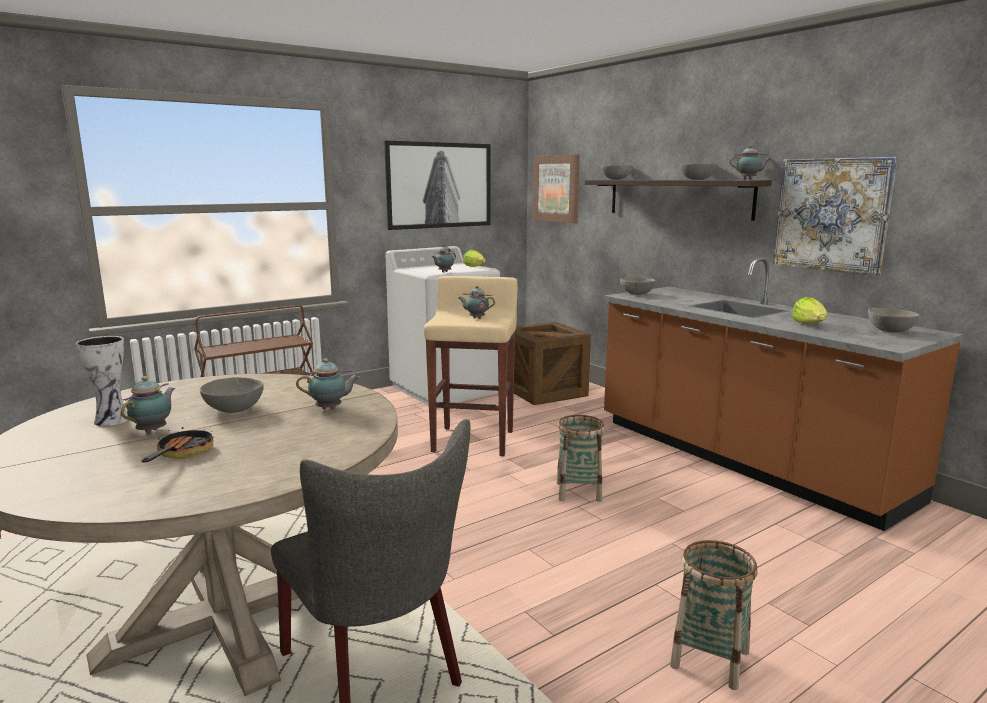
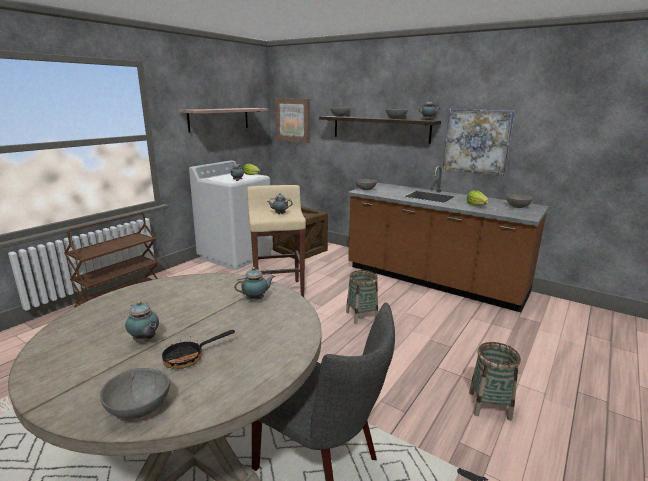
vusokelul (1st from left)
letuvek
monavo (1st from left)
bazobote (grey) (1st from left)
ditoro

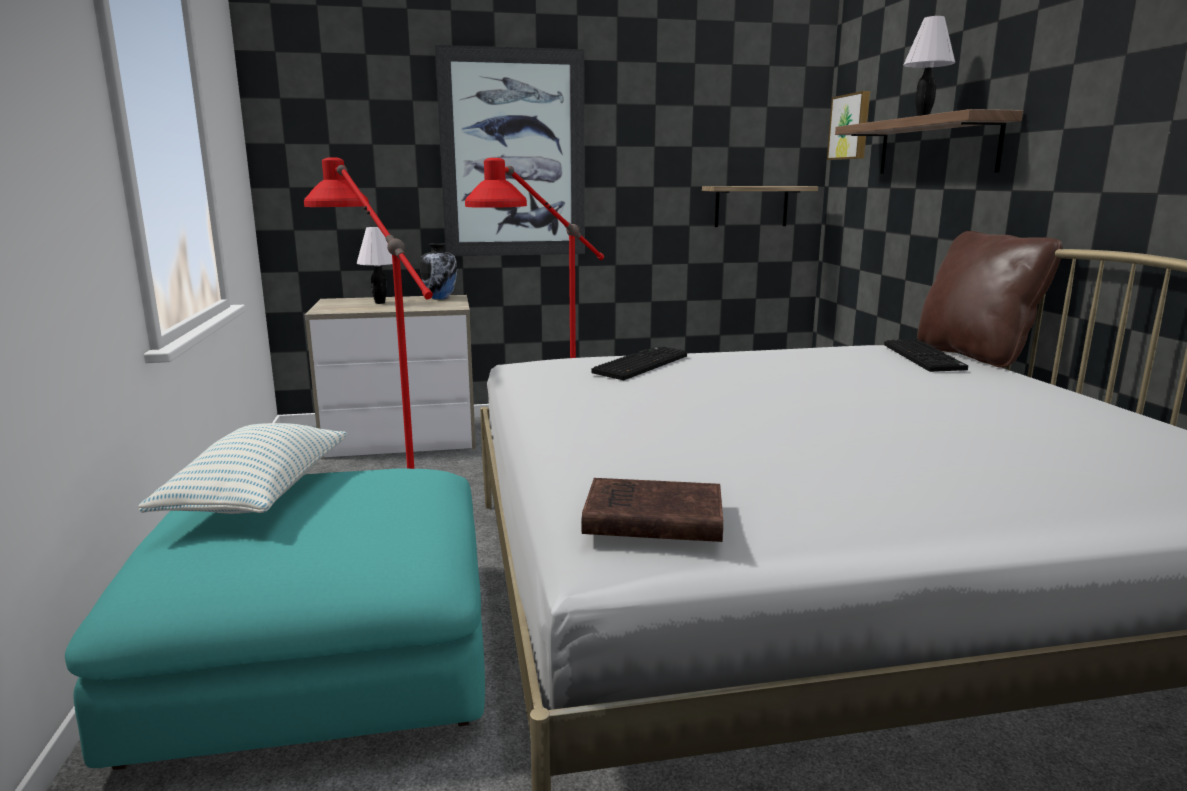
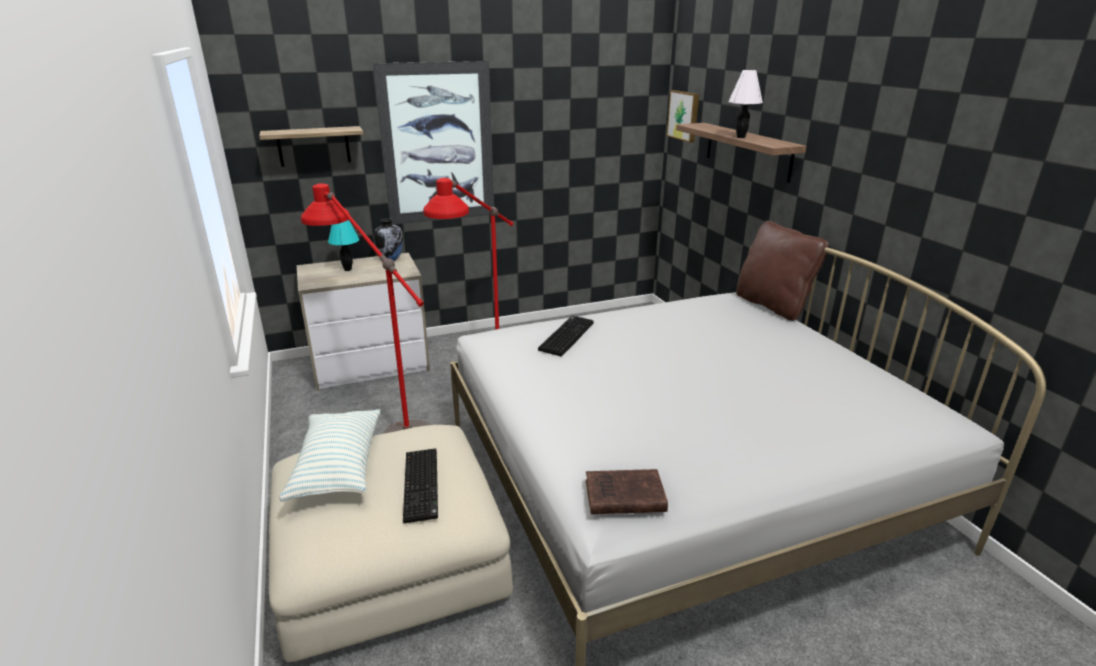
vusokelul (1st from left)
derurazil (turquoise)
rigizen (1st from left)
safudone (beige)

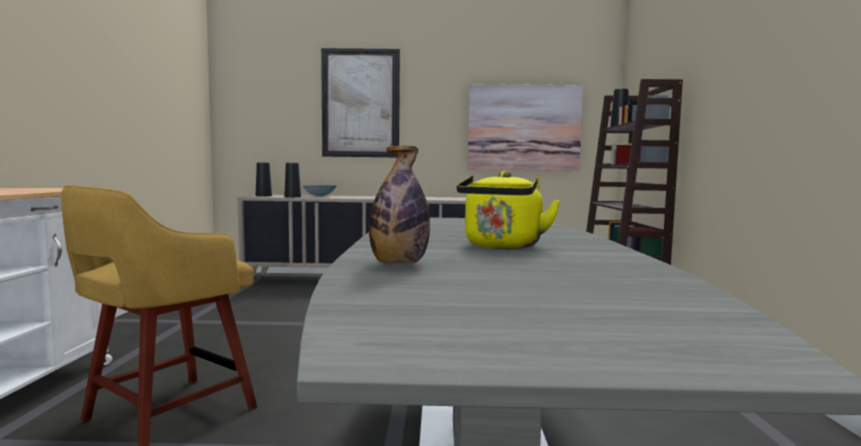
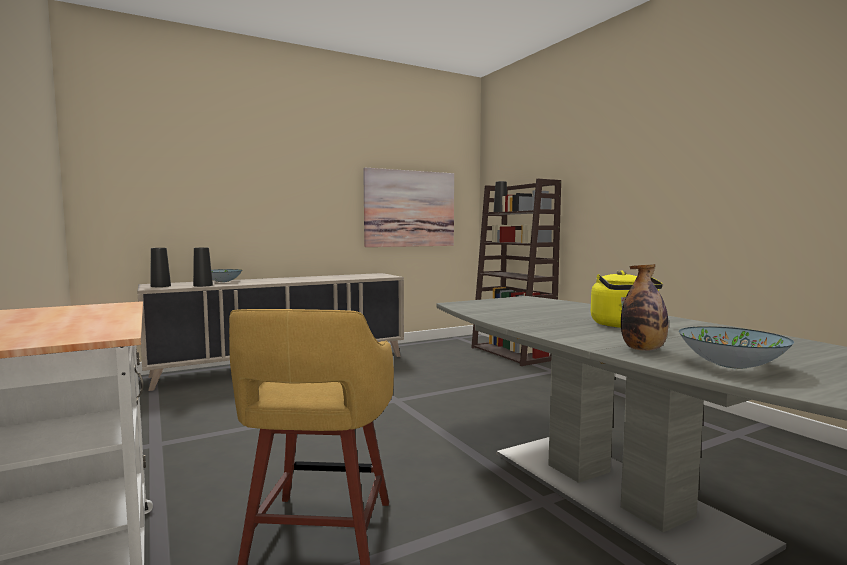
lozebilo (1st from left in the first image)
bazobote (2nd from left)

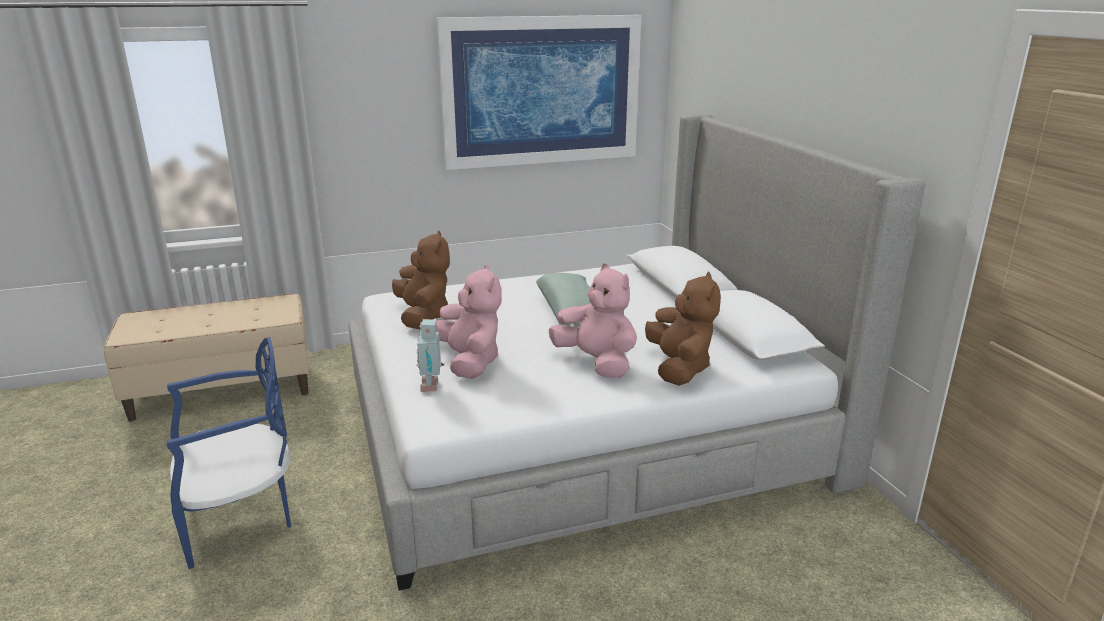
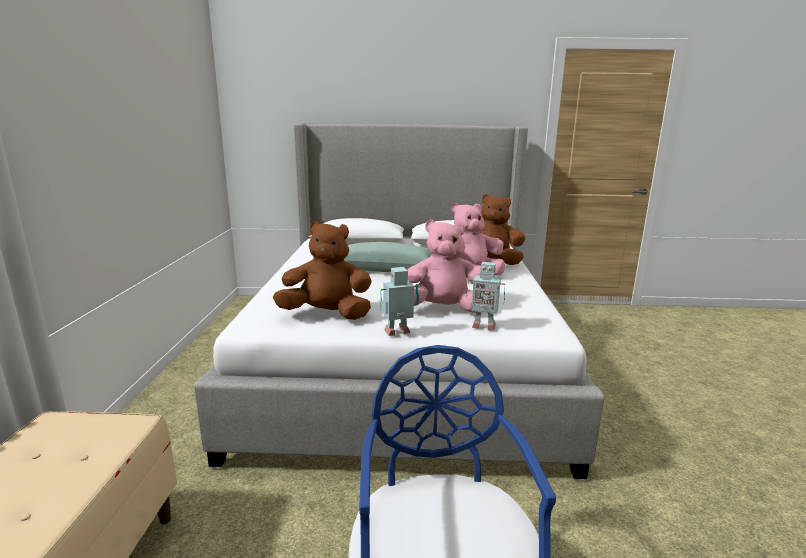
lozebilo
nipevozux (1st from left)

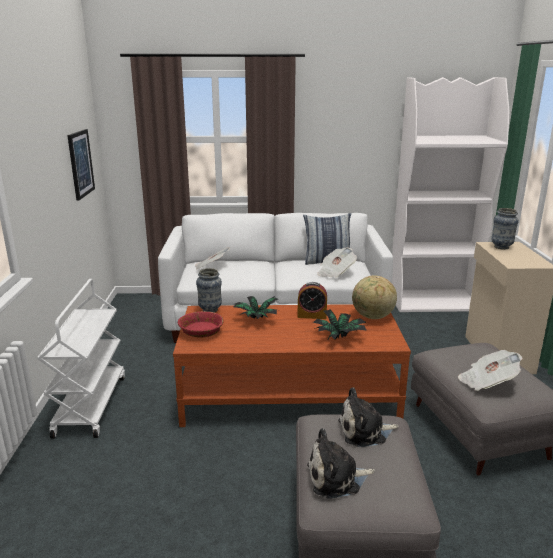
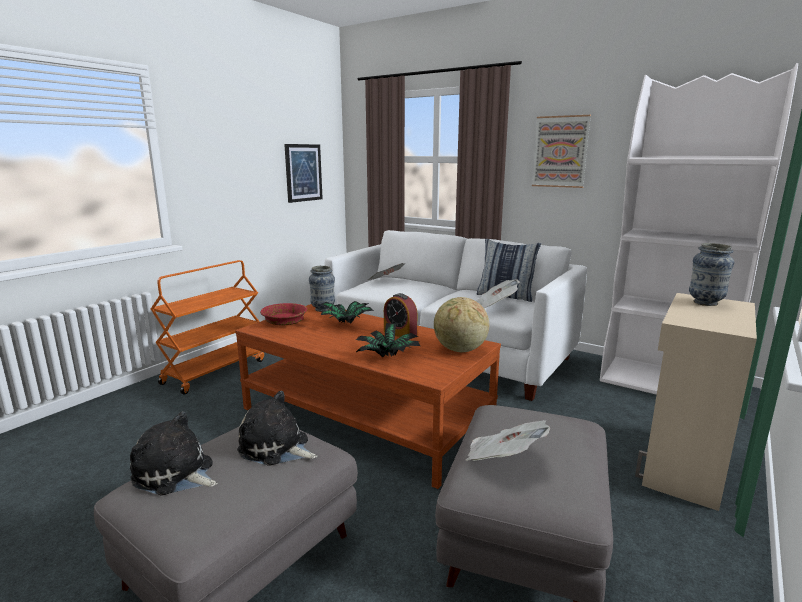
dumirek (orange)
lozebilo (2nd from left)

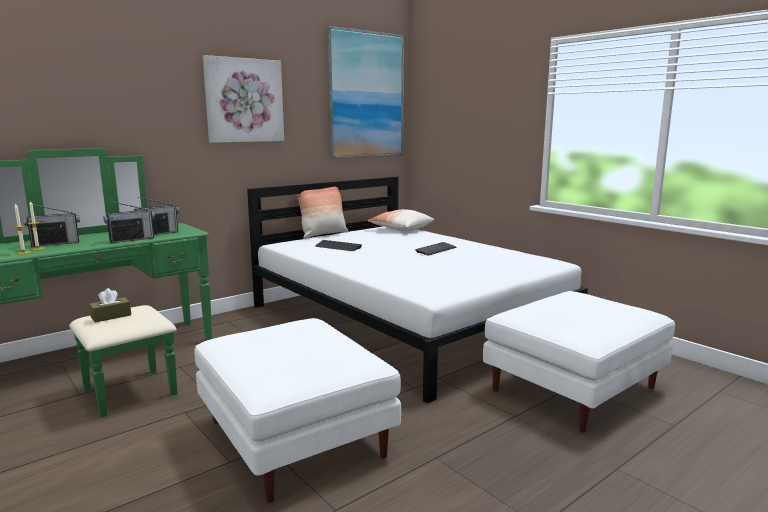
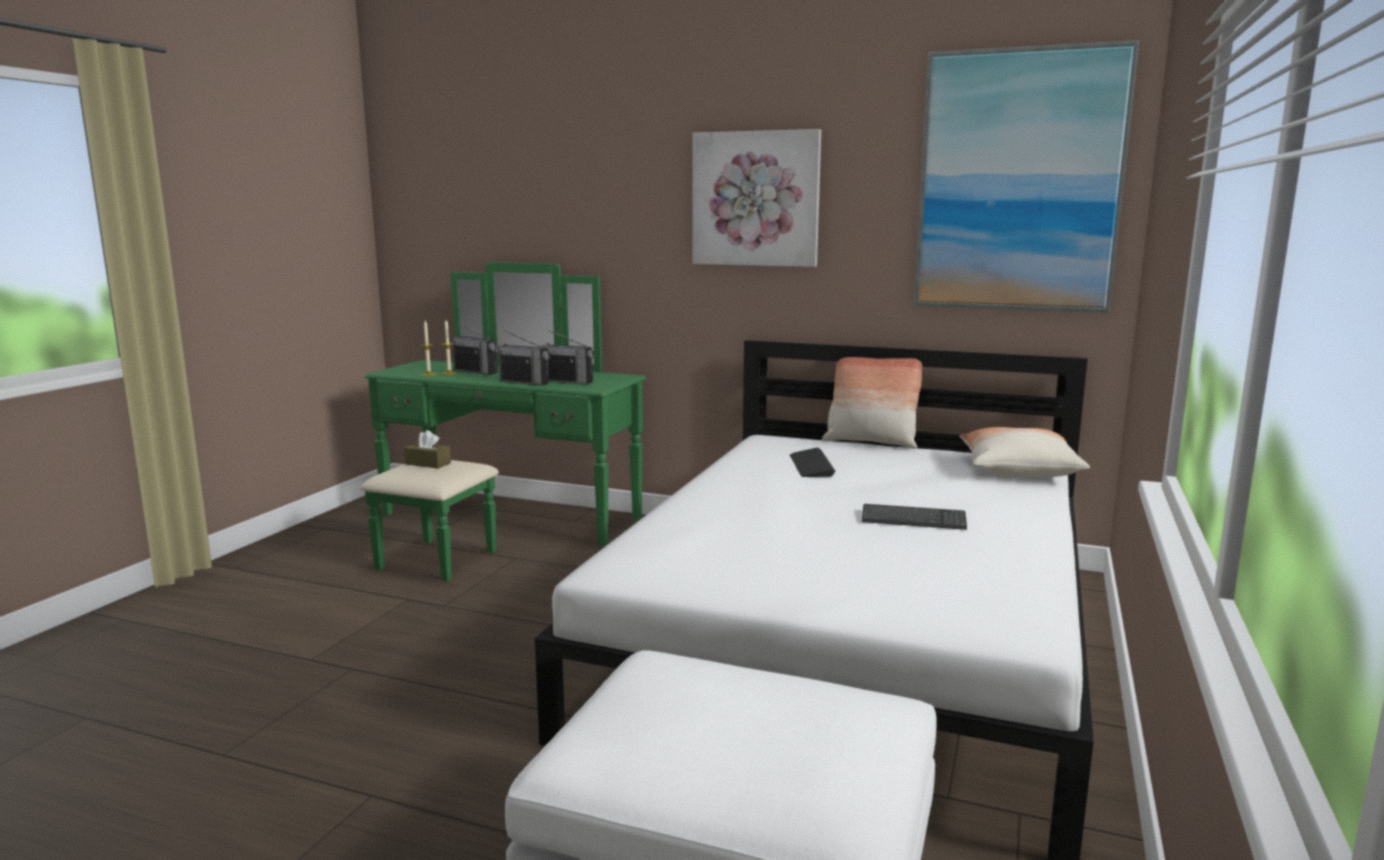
safudone (white) (1st from left in the first image)

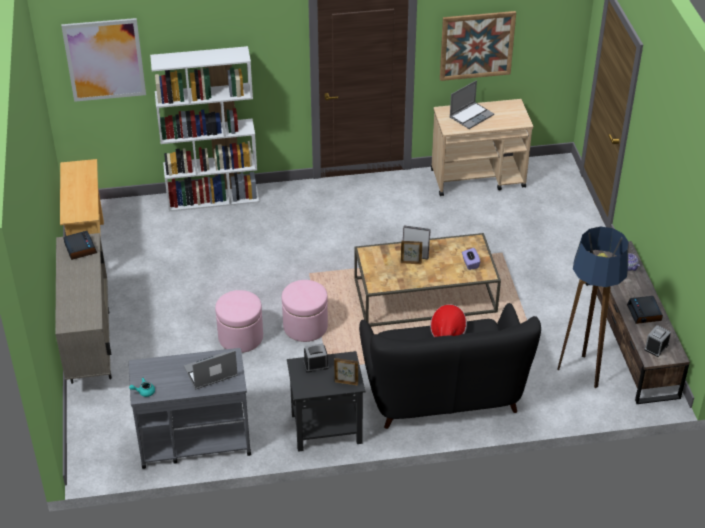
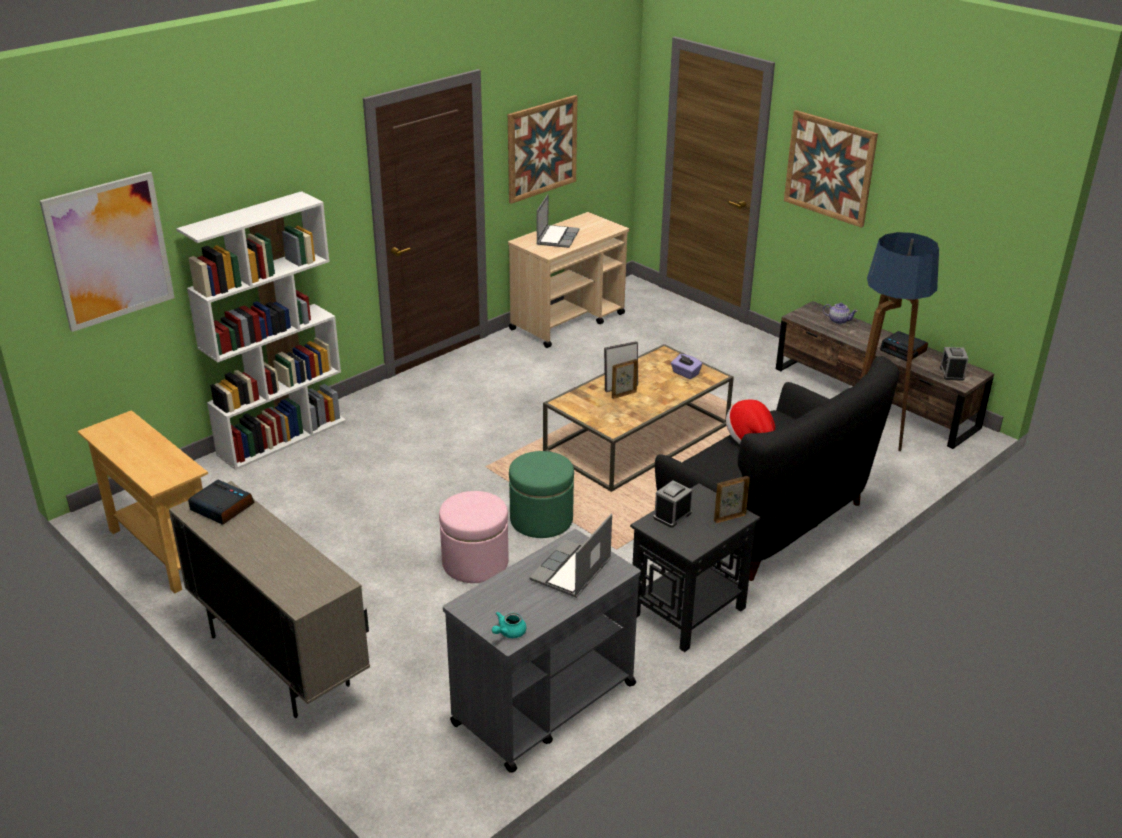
safudone (green)
lozebilo (3rd from left)

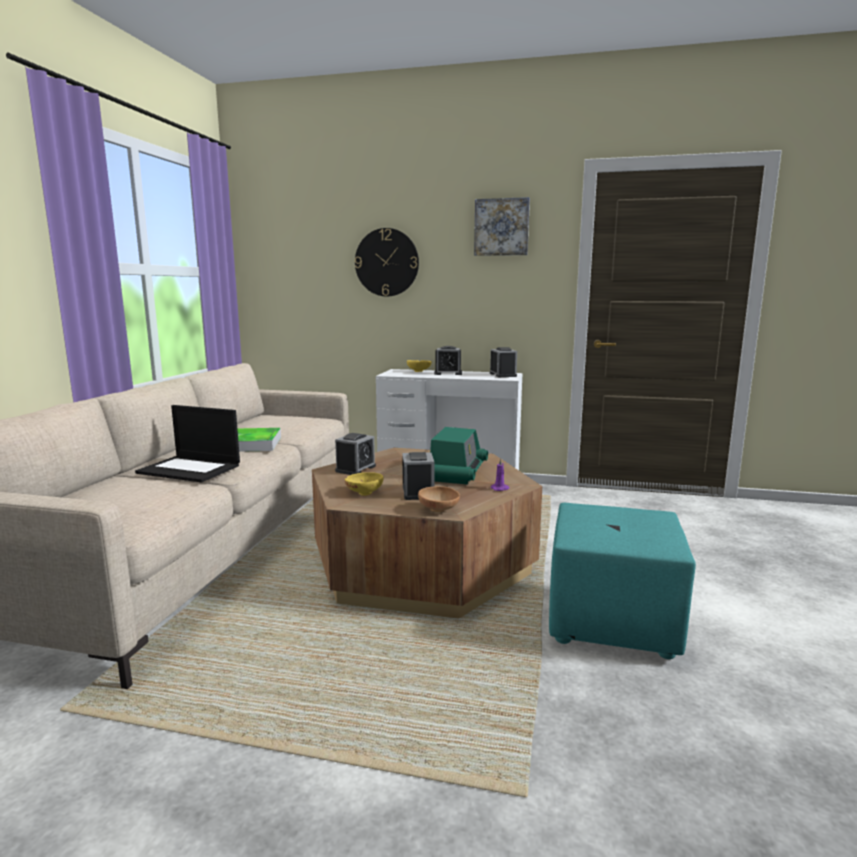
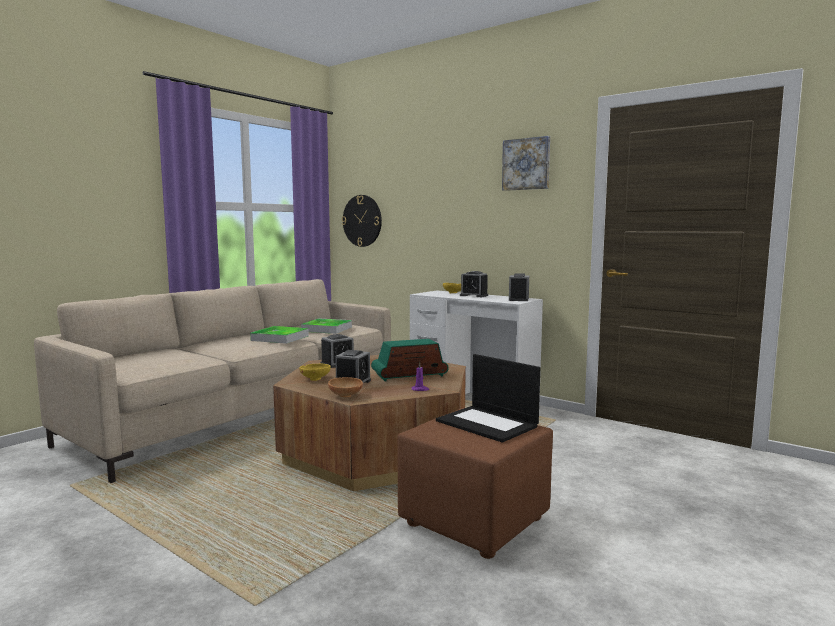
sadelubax
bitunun
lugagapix
safudone (brown)
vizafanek (2nd from left)

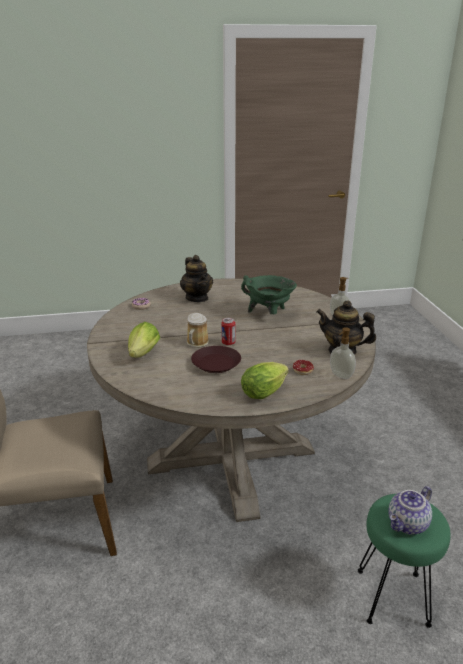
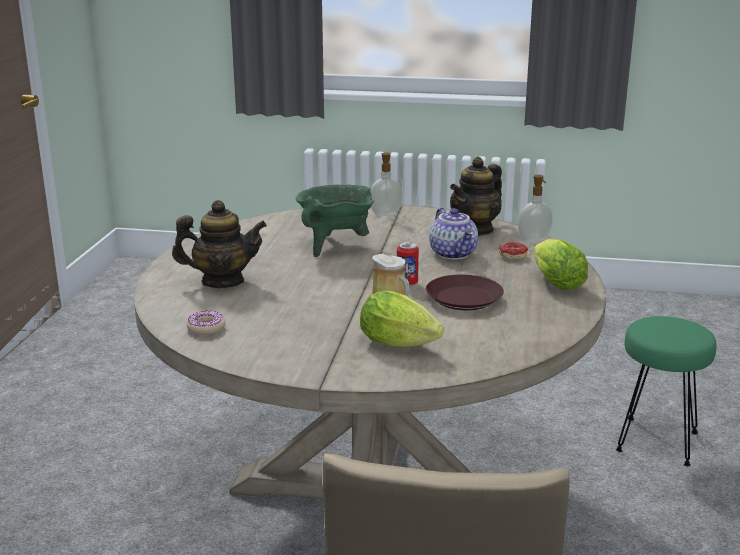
monavo (2nd from left)

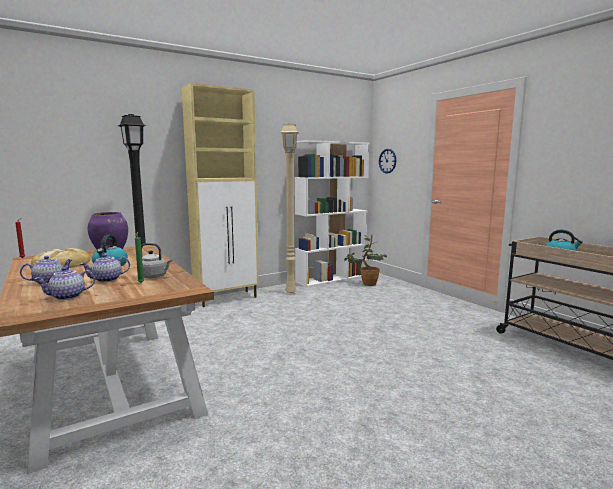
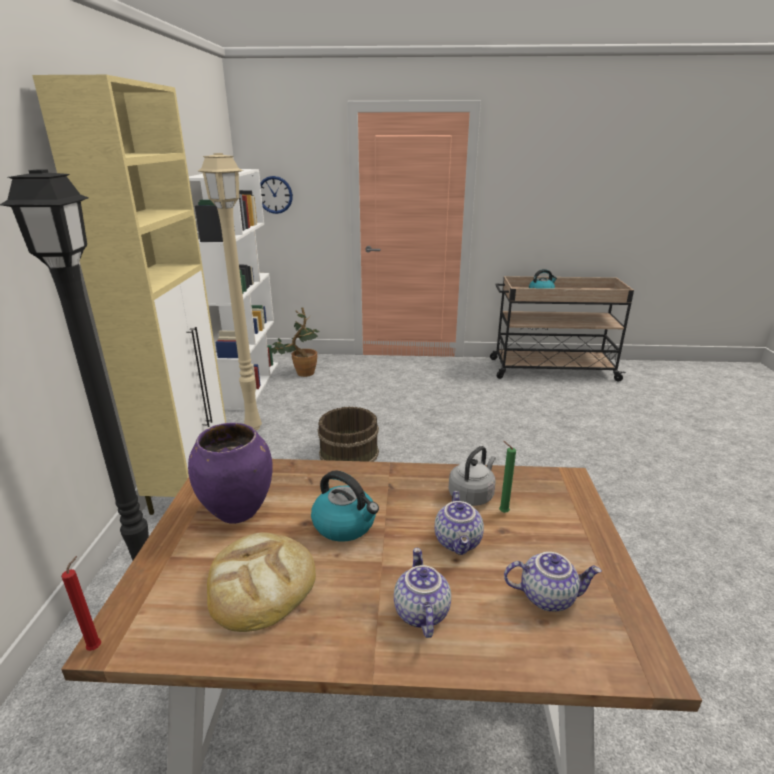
monavo (3rd from left)
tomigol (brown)

